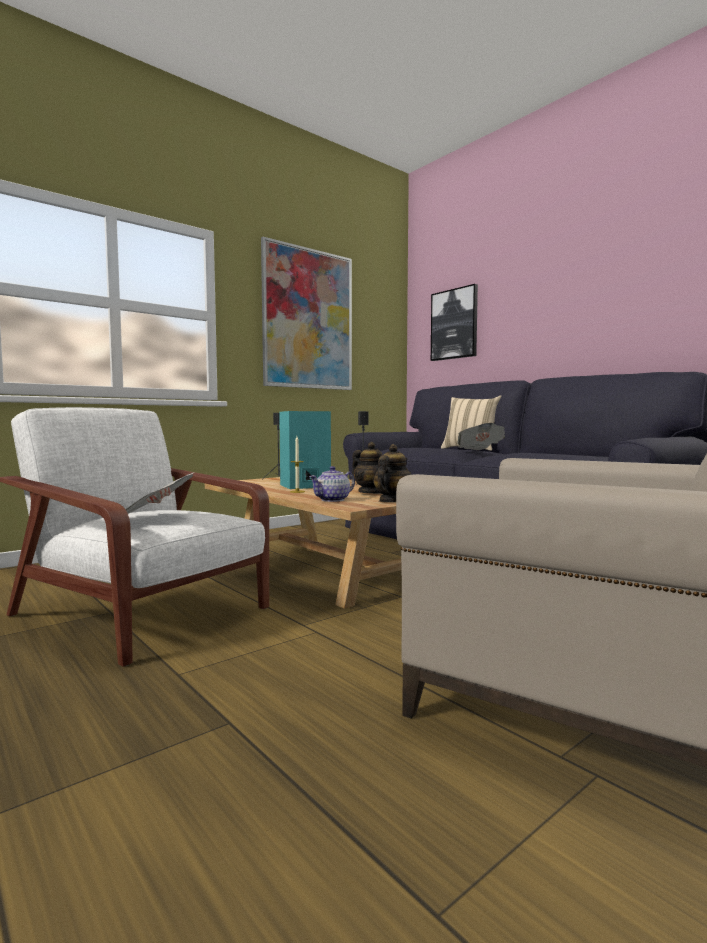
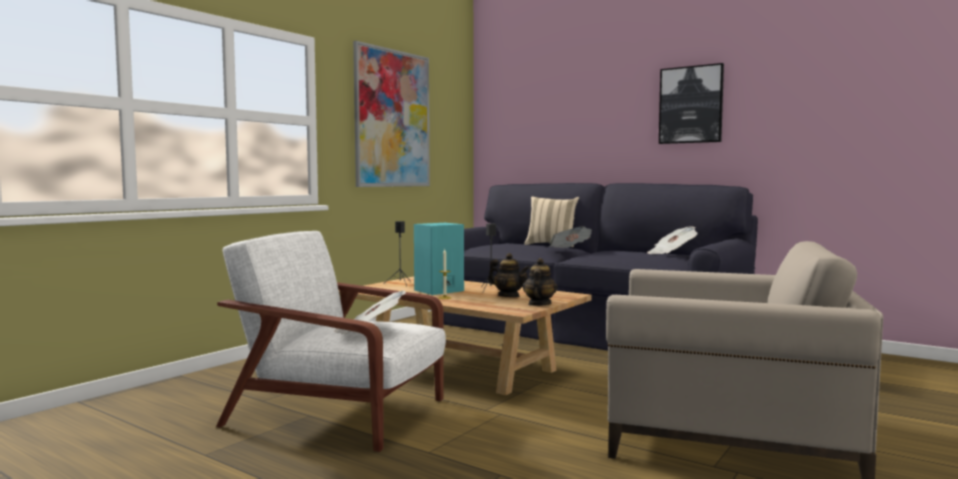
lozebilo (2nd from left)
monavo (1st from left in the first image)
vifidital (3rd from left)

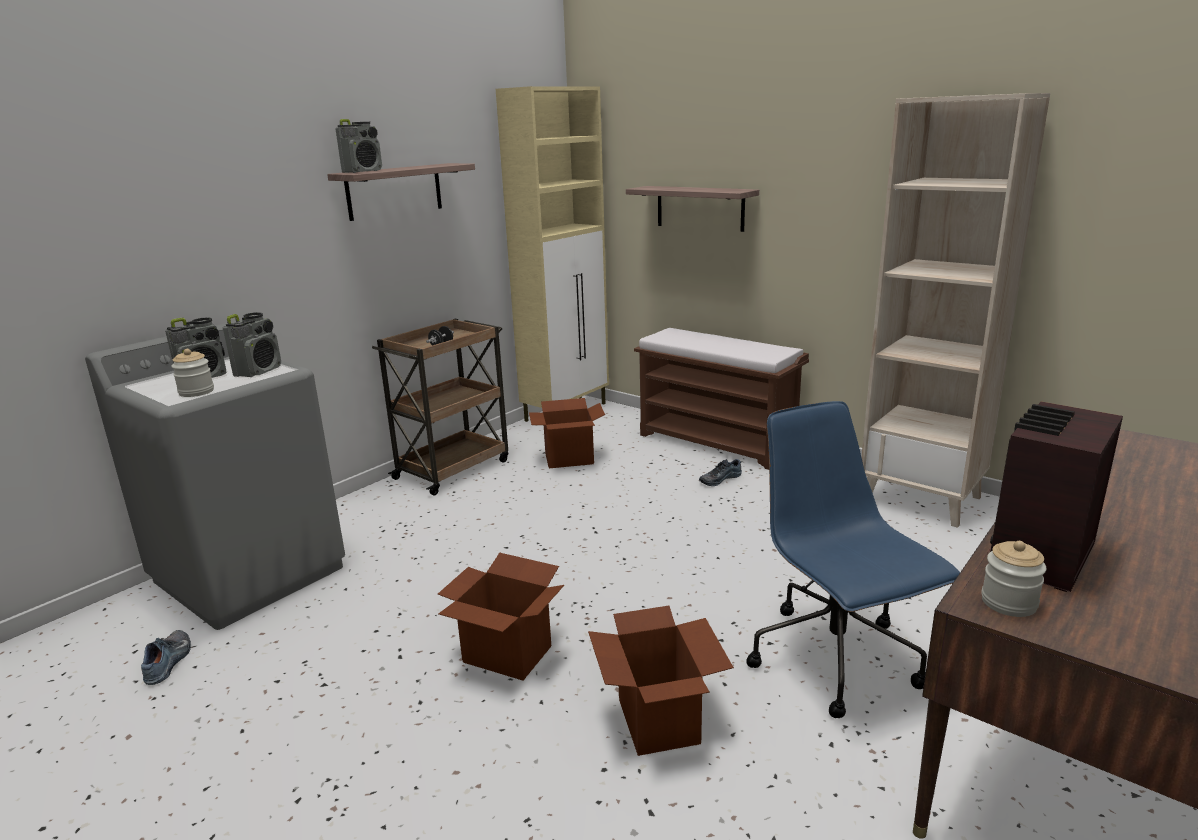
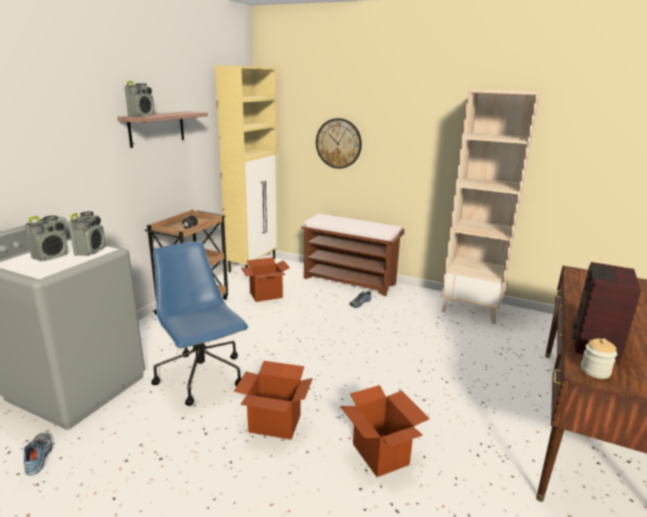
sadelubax
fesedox (1st from left in the first image)
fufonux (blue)

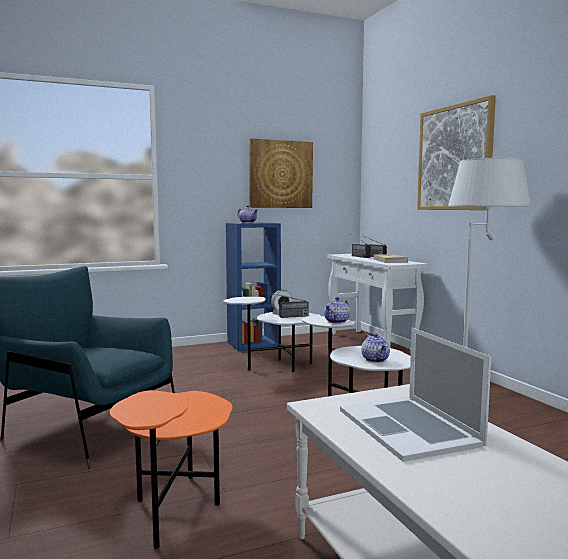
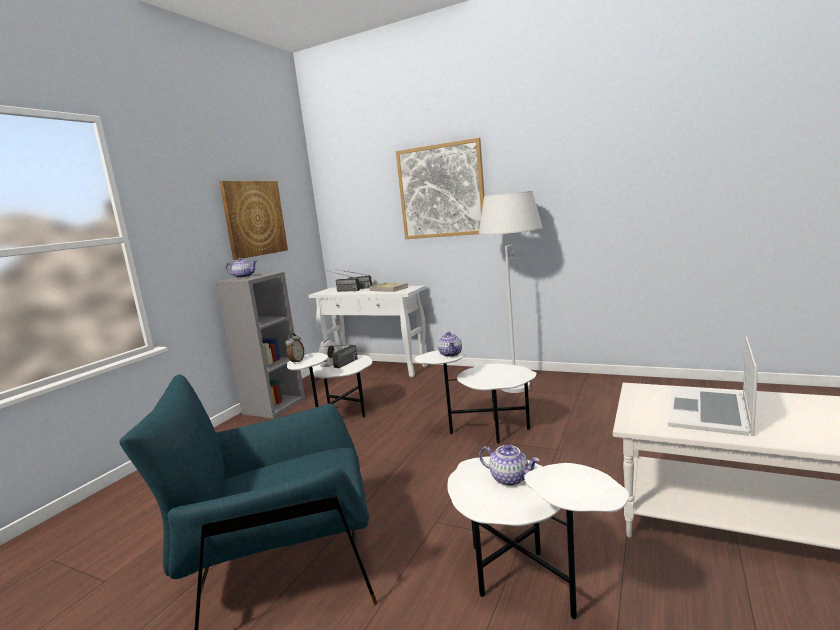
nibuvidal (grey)
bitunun
monavo (3rd from left)
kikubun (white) (3rd from left)
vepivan (1st from left)

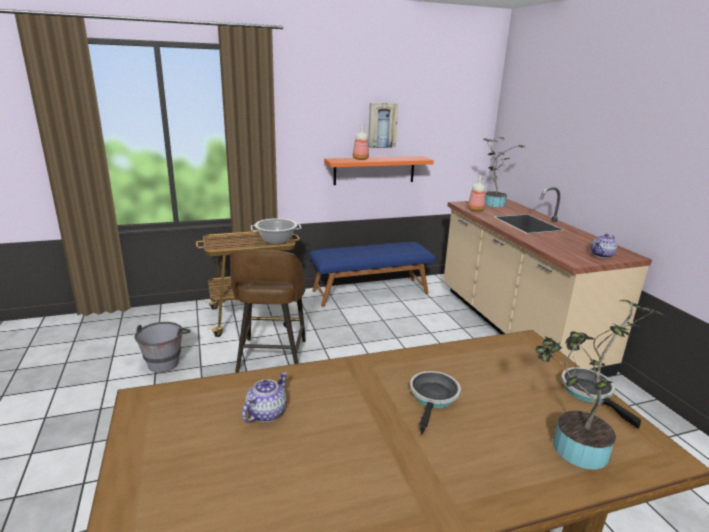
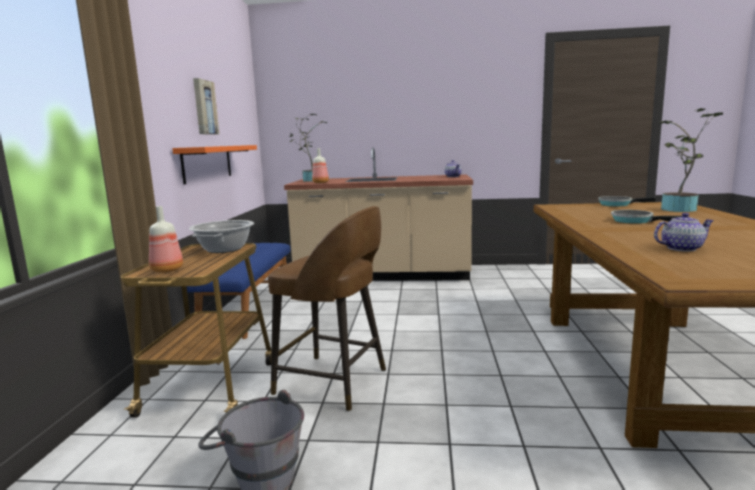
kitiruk (1st from left)
monavo (2nd from left)

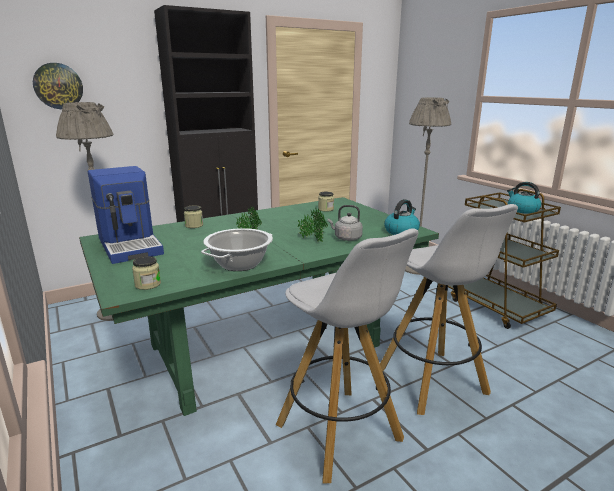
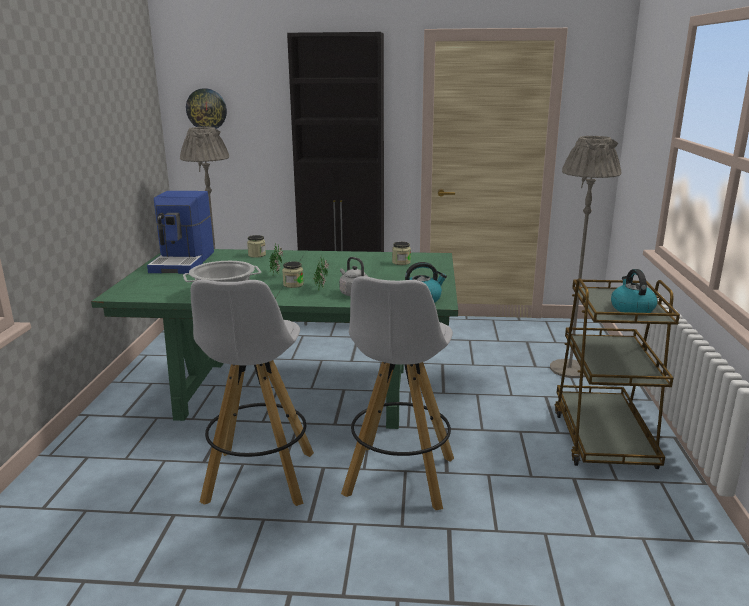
fesedox (2nd from left)

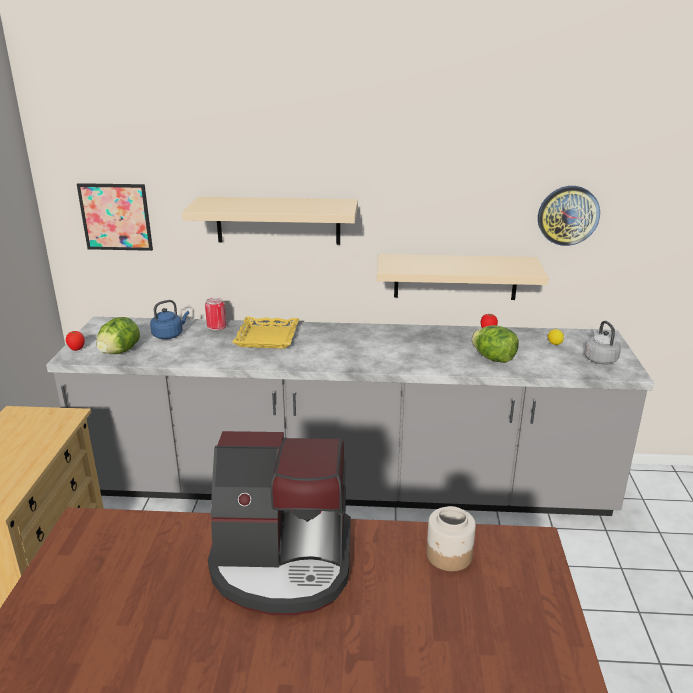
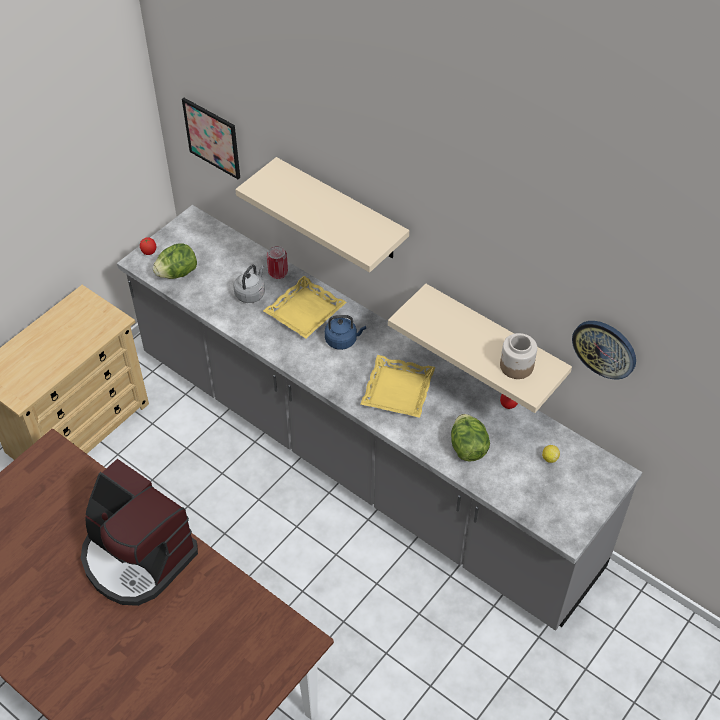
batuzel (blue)
batuzel (grey)
fesedox
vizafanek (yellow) (2nd from left)

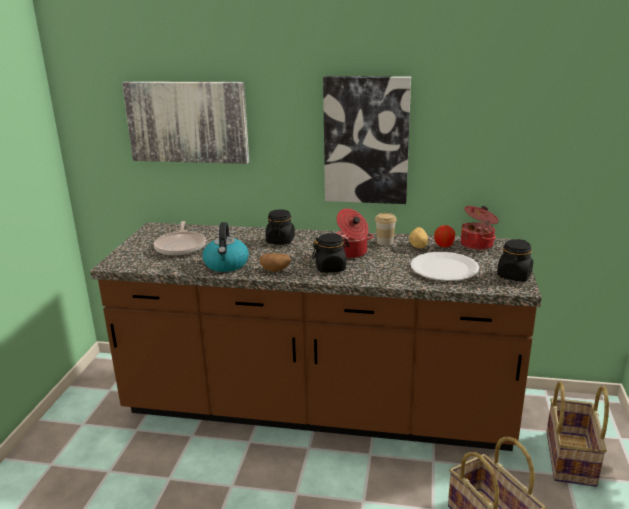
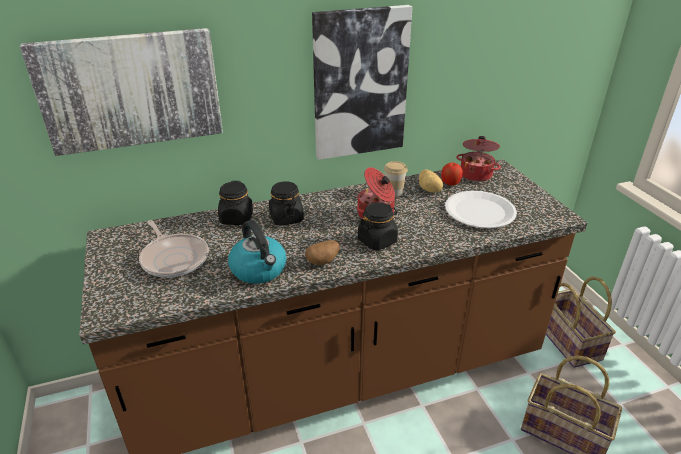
fesedox (black) (1st from left)

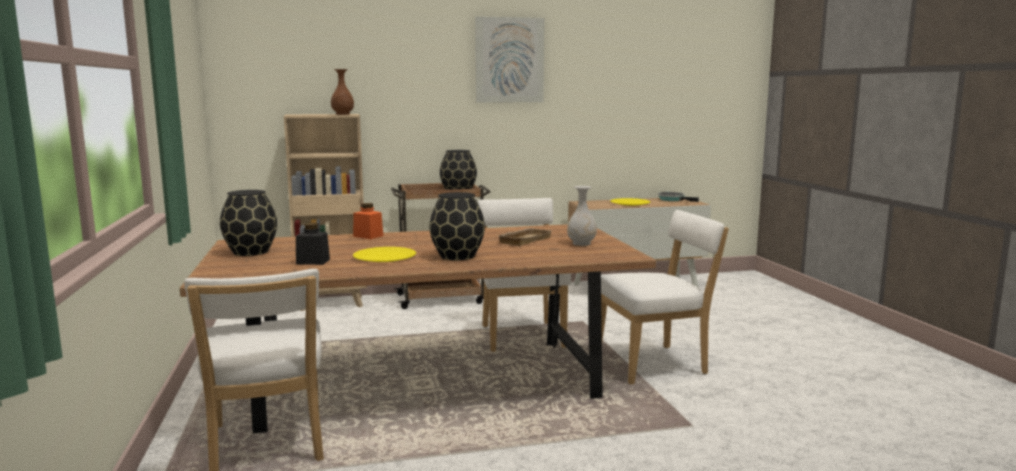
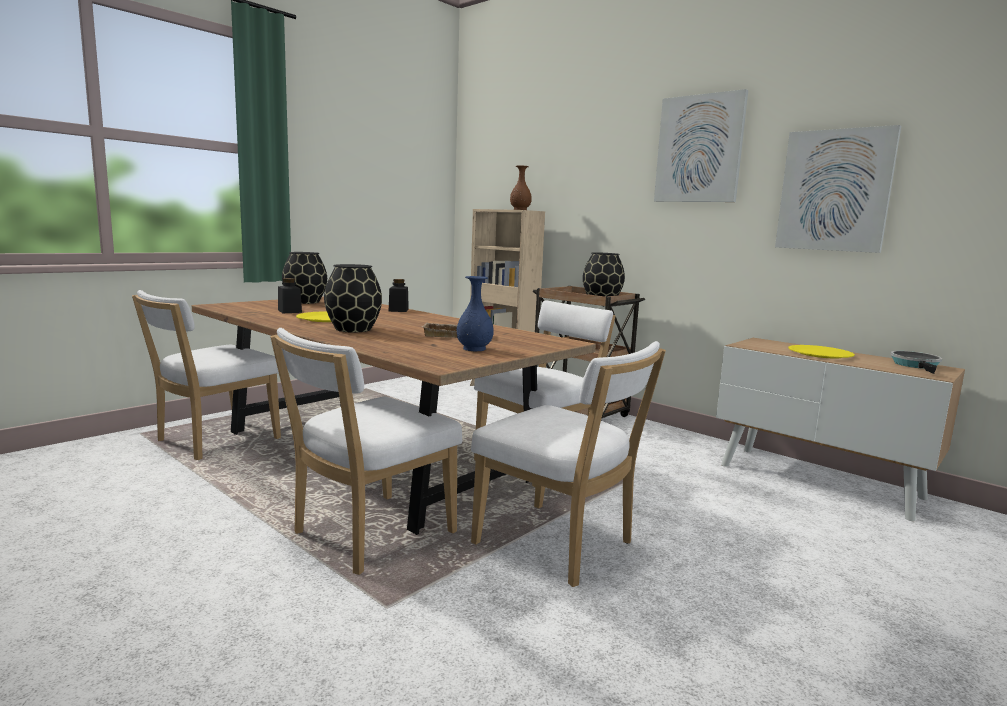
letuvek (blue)
fesedox (black) (2nd from left)
lozebilo (2nd from left)
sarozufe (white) (2nd from left)

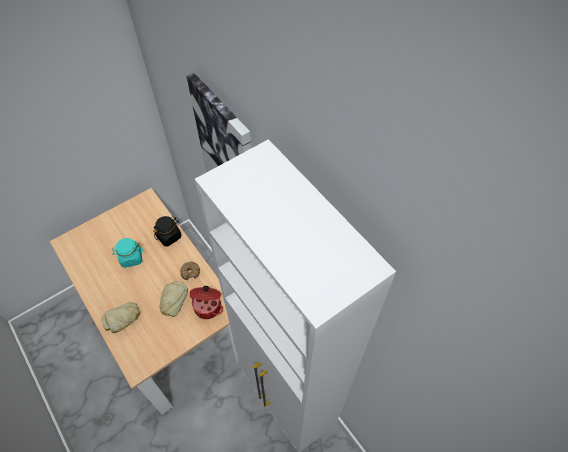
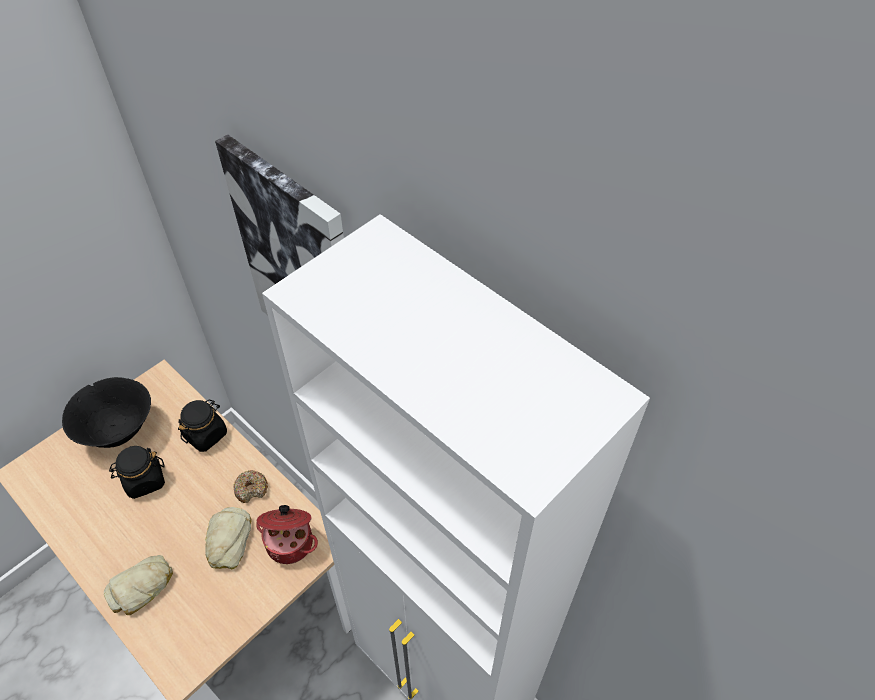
fesedox (black) (1st from left)
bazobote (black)

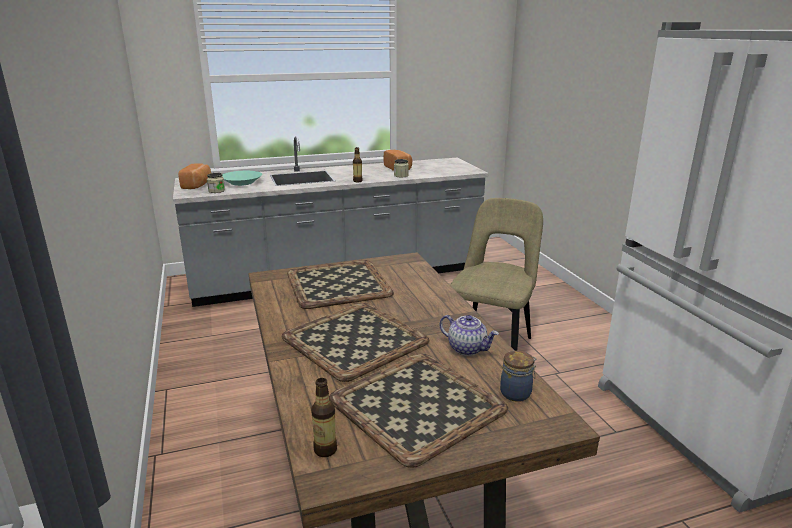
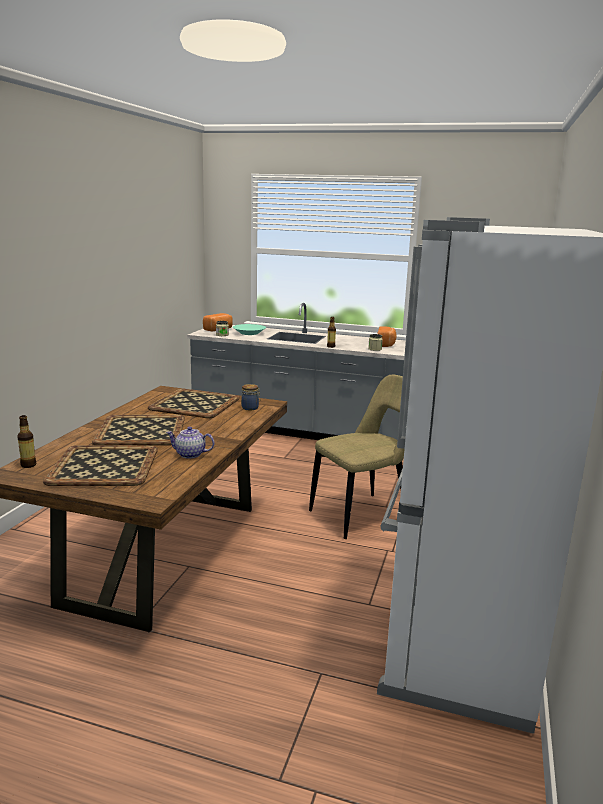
monavo
fesedox (2nd from left)

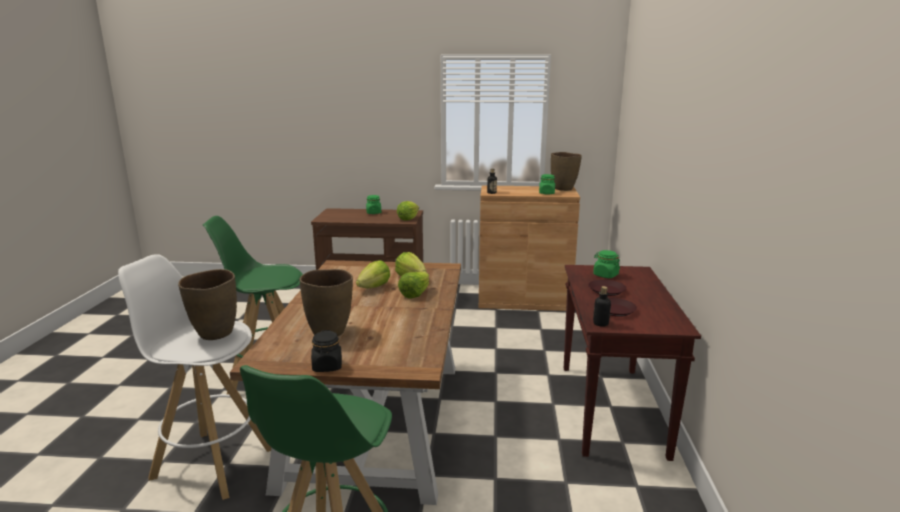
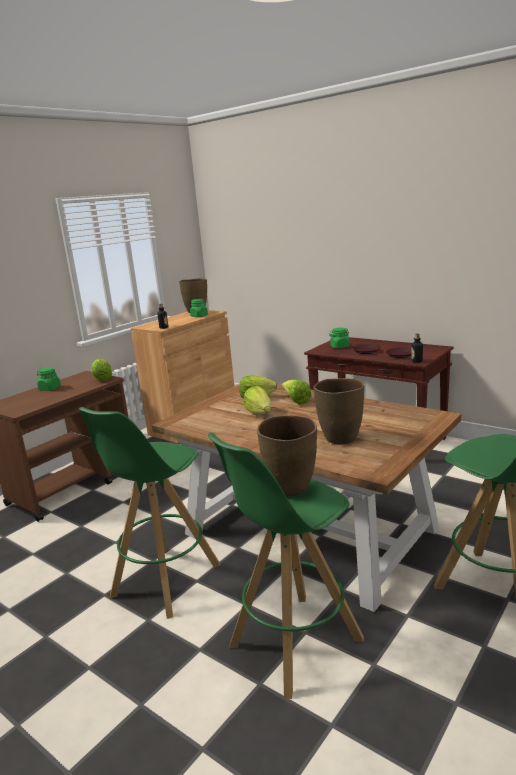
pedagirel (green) (2nd from left)
fesedox (black)

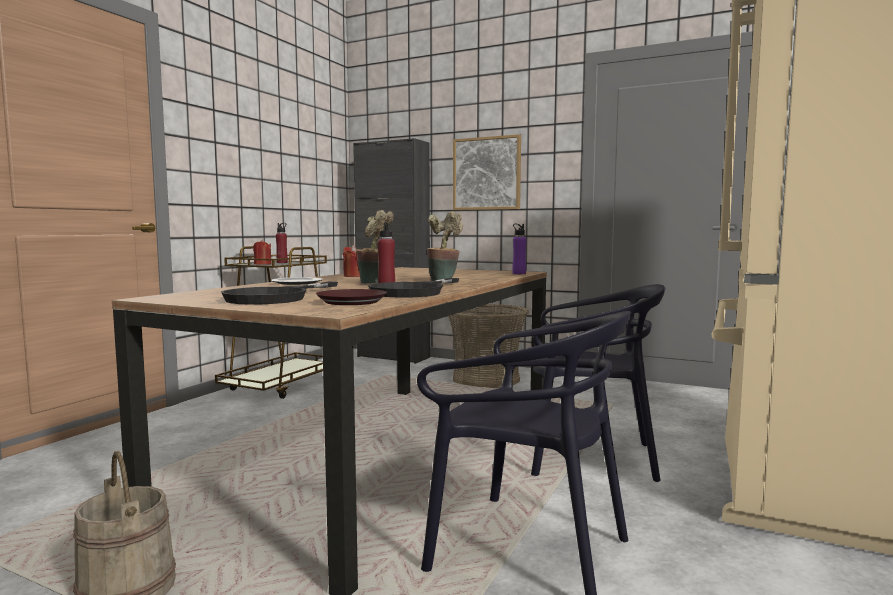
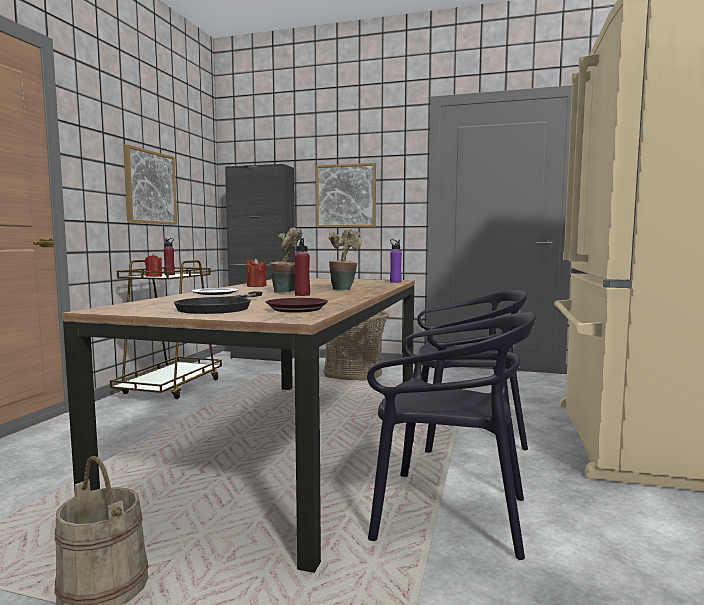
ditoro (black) (2nd from left in the first image)
lozebilo (1st from left)

